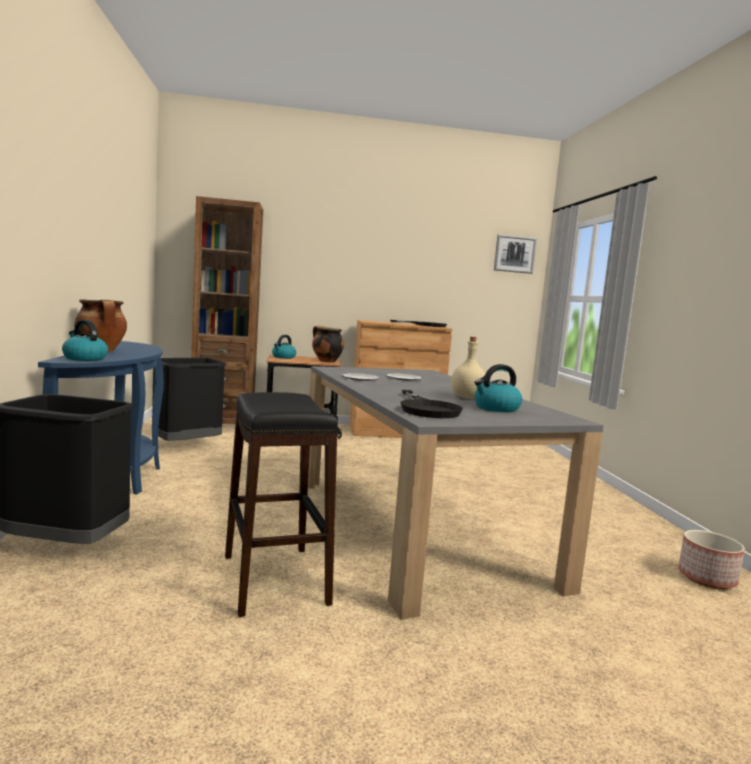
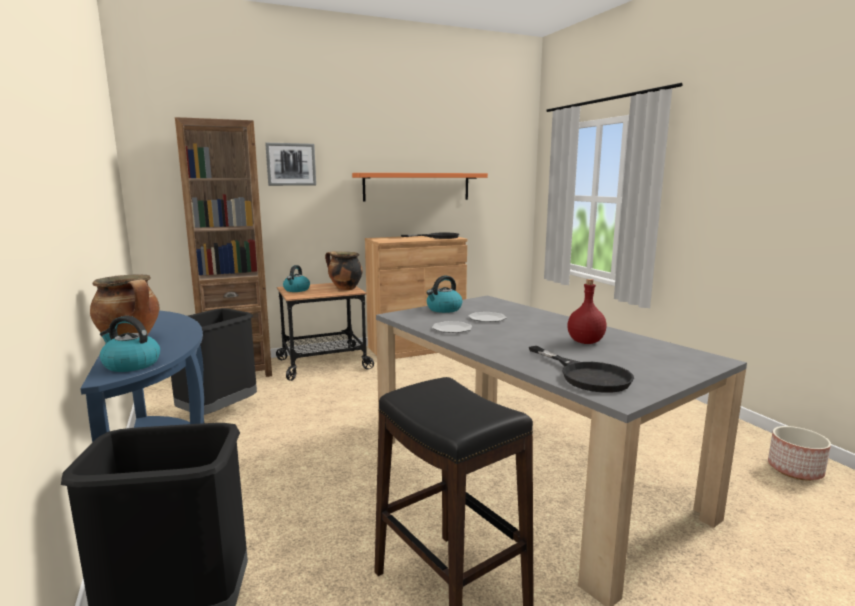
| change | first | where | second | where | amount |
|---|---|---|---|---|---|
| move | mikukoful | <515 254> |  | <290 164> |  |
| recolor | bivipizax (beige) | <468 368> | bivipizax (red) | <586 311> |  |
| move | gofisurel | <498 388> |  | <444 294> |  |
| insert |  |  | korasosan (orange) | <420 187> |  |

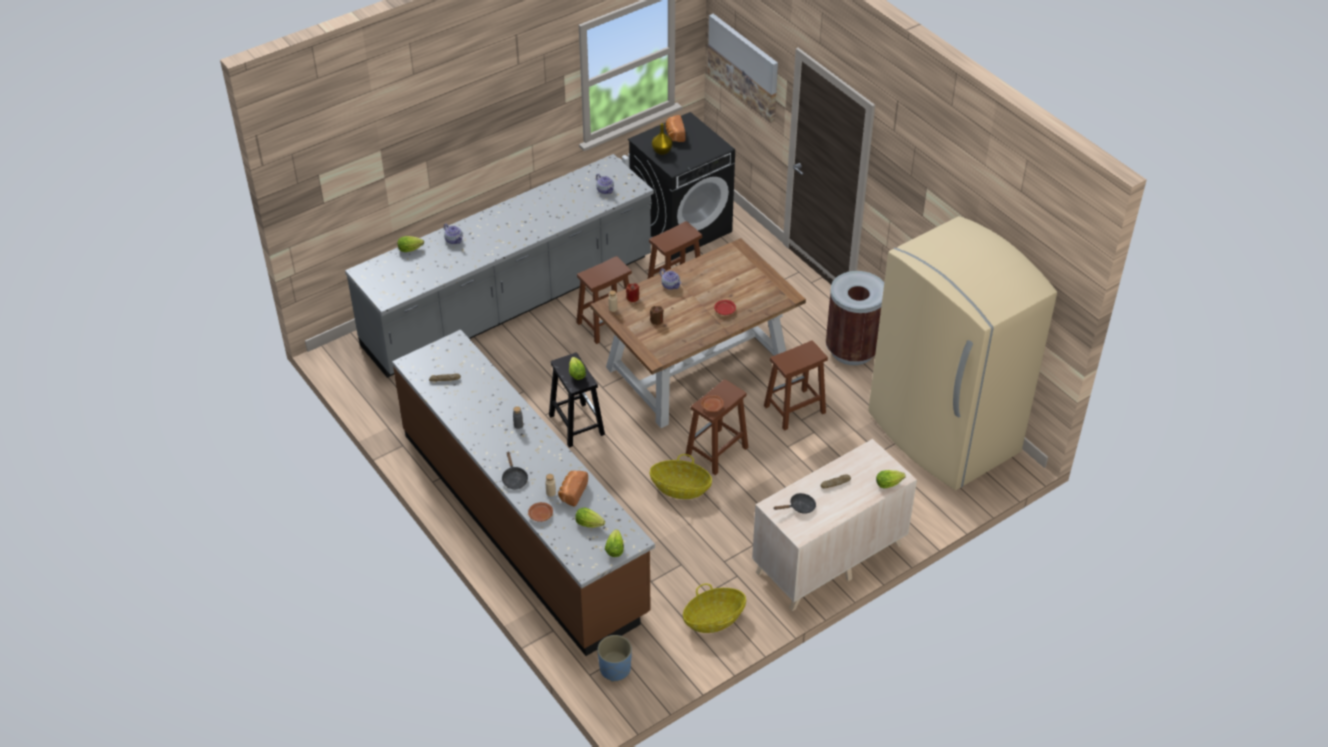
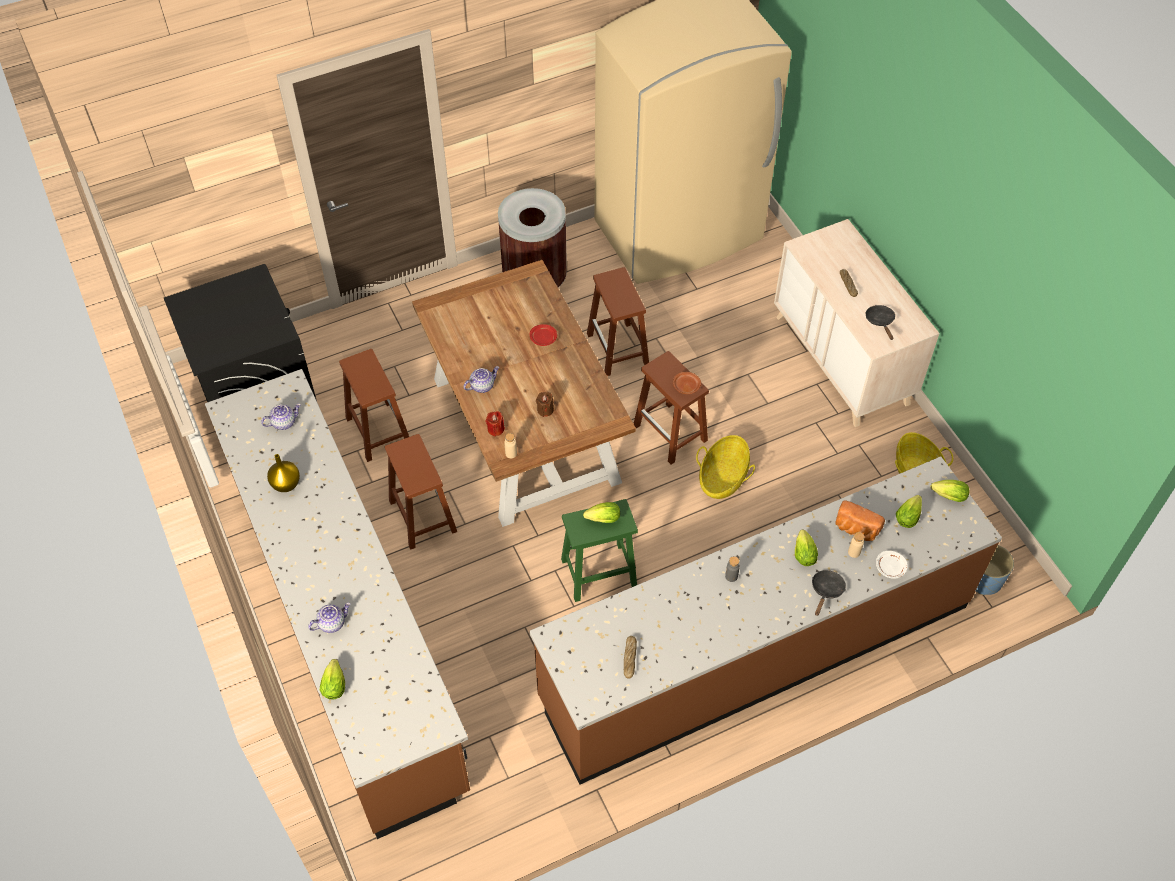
| change | first | where | second | where | amount |
|---|---|---|---|---|---|
| delete | mikukoful | <743 68> |  |  |  |
| delete | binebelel | <675 128> |  |  |  |
| move | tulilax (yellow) | <662 139> |  | <283 473> |  |
| recolor | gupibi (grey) | <499 266> | gupibi (brown) | <337 604> |  |
| recolor | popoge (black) | <577 400> | popoge (green) | <599 550> |  |
| rotate | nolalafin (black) | <515 470> |  | <829 593> | 60 degrees counterclockwise |
| move | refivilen | <891 479> |  | <806 547> |  |
| recolor | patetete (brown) | <540 512> | patetete (white) | <892 565> |  |

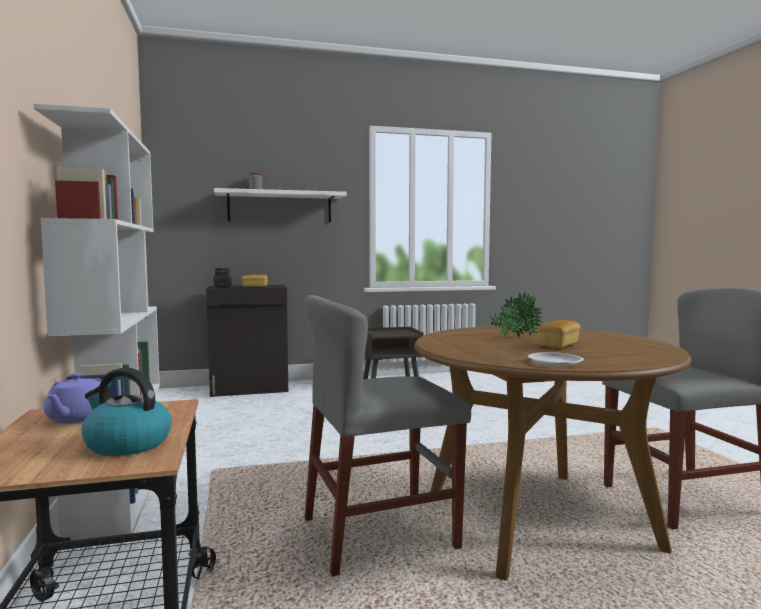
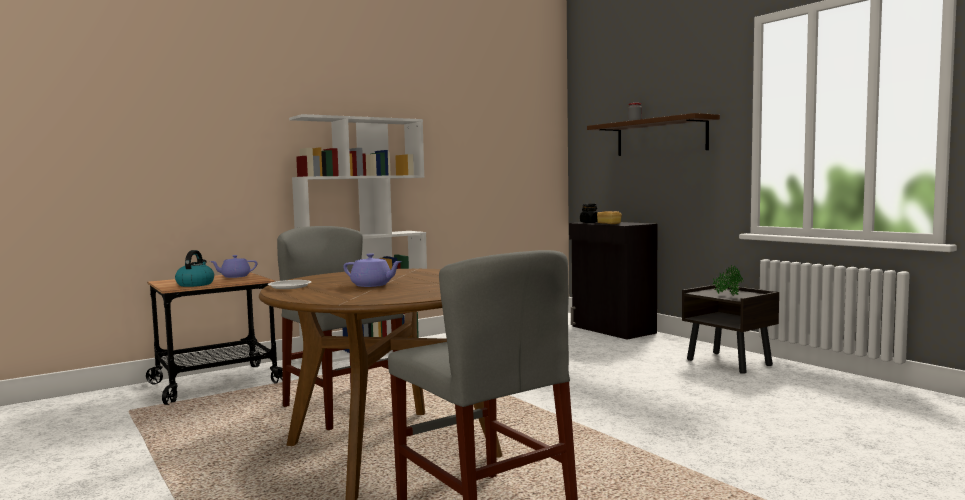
| change | first | where | second | where | amount |
|---|---|---|---|---|---|
| recolor | korasosan (white) | <280 205> | korasosan (brown) | <653 134> |  |
| move | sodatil | <516 314> |  | <727 280> |  |
| replace | binebelel | <559 333> | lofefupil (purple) | <372 270> |  |

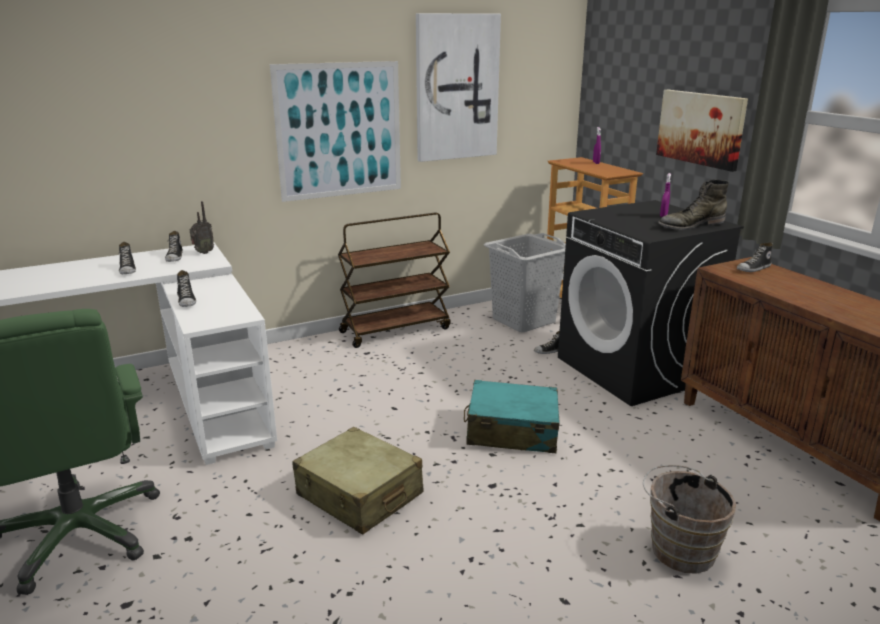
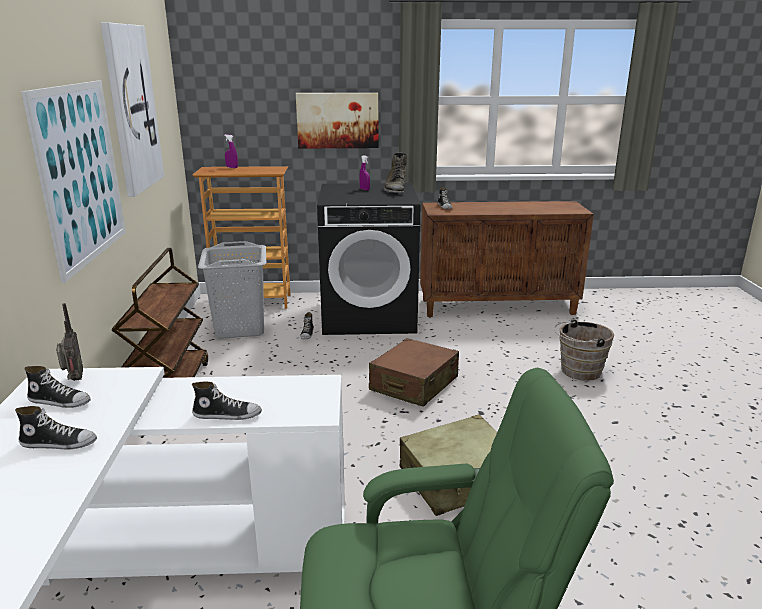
| change | first | where | second | where | amount |
|---|---|---|---|---|---|
| recolor | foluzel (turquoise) | <512 416> | foluzel (brown) | <414 372> |  |

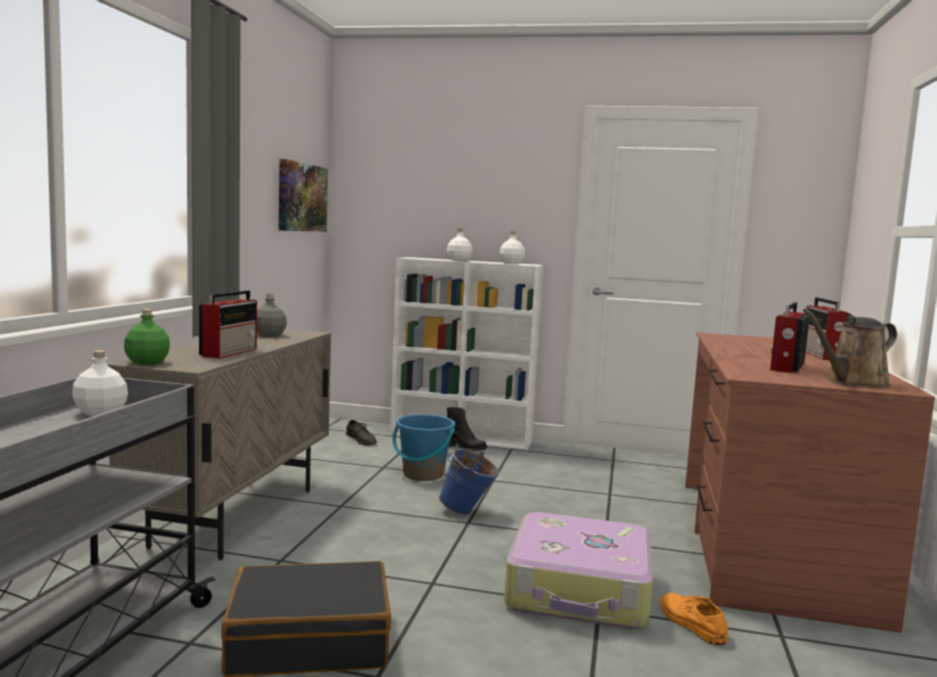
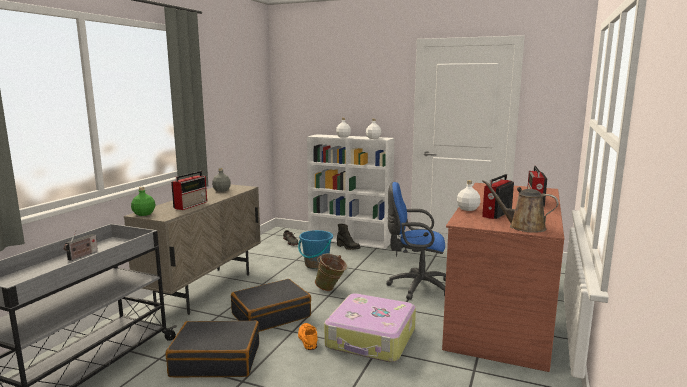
| change | first | where | second | where | amount |
|---|---|---|---|---|---|
| delete | mikukoful | <303 195> |  |  |  |
| rotate | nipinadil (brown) | <850 348> |  | <520 206> | 45 degrees clockwise |
| move | bivipizax (white) | <100 383> |  | <468 196> |  |
| recolor | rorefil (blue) | <469 481> | rorefil (green) | <331 272> |  |
| move | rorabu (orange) | <694 619> |  | <308 336> |  |
| insert |  |  | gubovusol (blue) | <416 241> |  |
| insert |  |  | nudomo | <81 246> |  |
| insert |  |  | foluzel (black) | <271 305> |  |

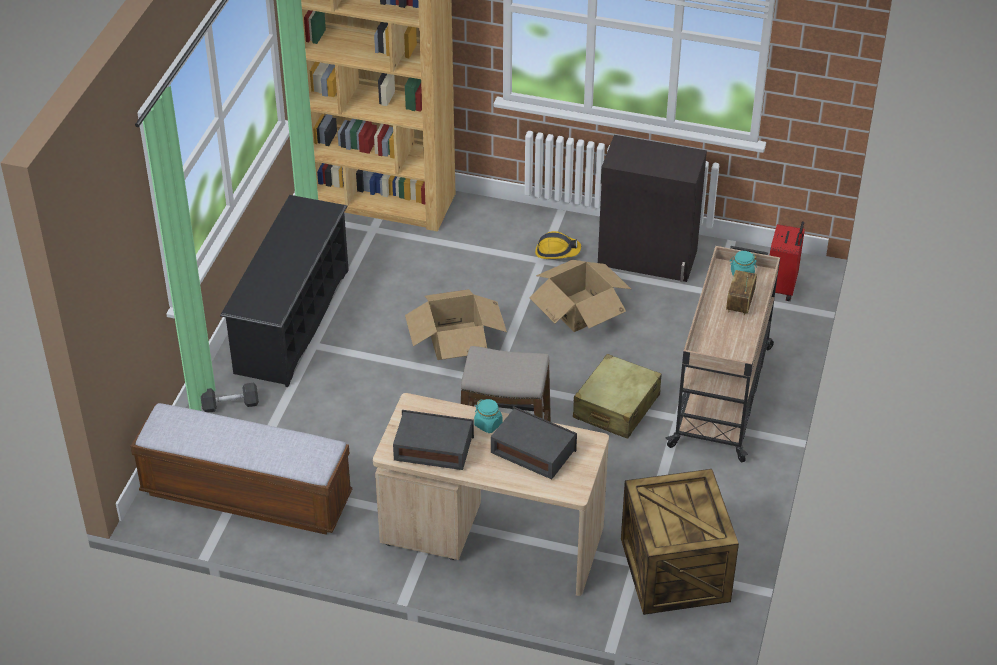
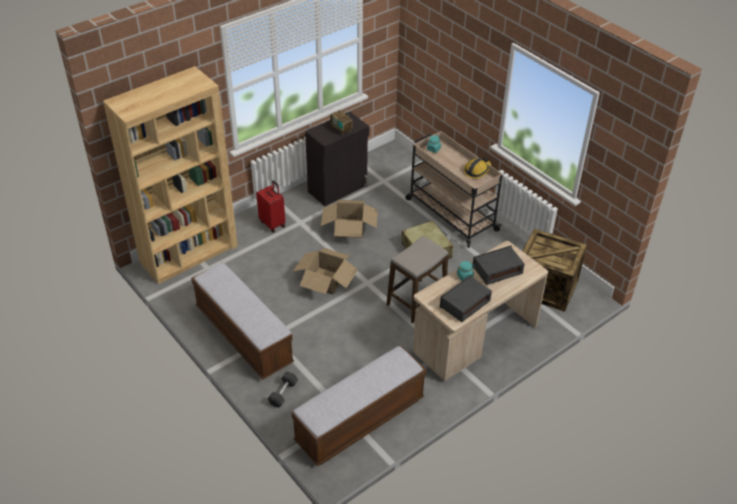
| change | first | where | second | where | amount |
|---|---|---|---|---|---|
| replace | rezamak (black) | <284 291> | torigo | <242 321> |  |
| move | foluzel (red) | <787 261> |  | <270 207> |  |
| move | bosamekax | <558 245> |  | <477 168> |  |
| move | nudomo | <741 293> |  | <341 121> |  |

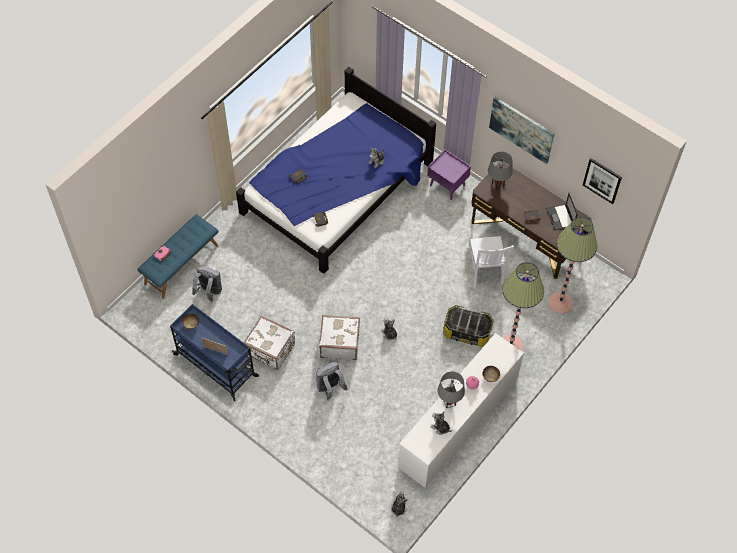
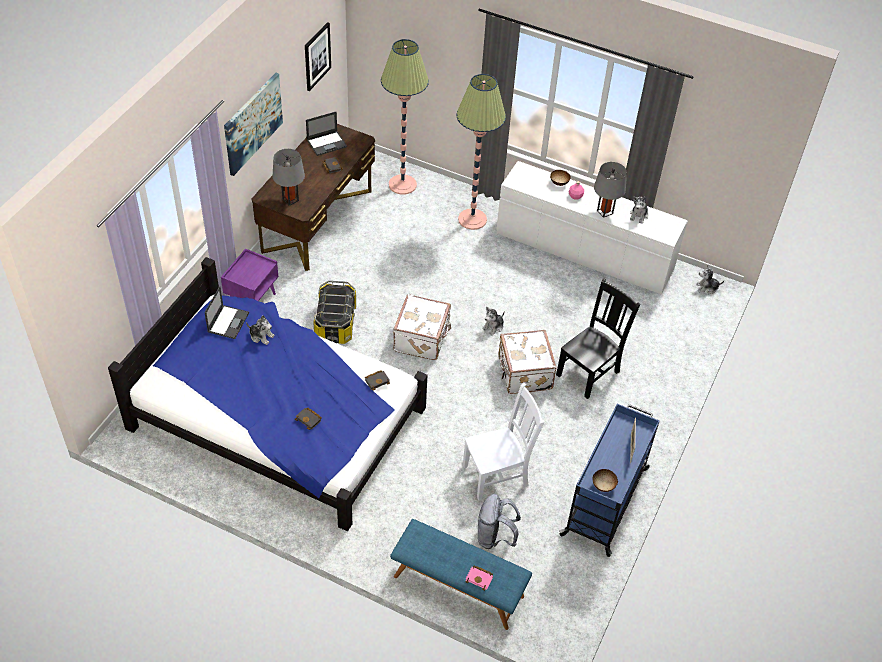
| change | first | where | second | where | amount |
|---|---|---|---|---|---|
| move | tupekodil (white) | <491 262> |  | <504 442> |  |
| move | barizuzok | <468 326> |  | <334 312> |  |
| move | foluzel (white) | <269 343> |  | <422 327> |  |
| replace | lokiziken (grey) | <332 381> | tupekodil (black) | <598 338> |  |
| insert |  |  | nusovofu | <226 312> |  |

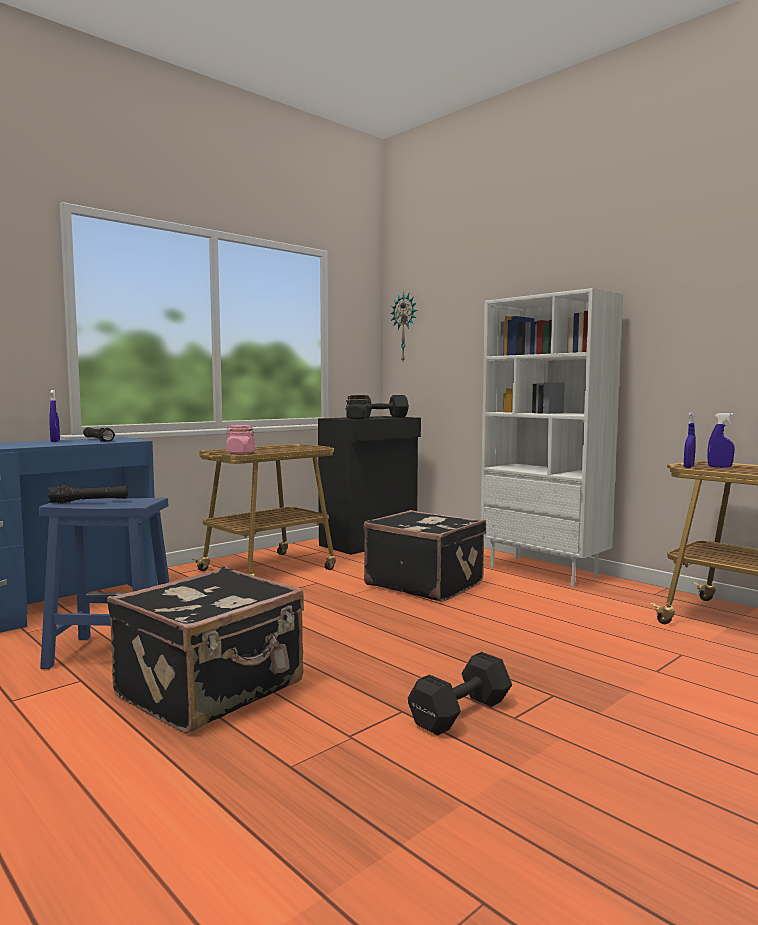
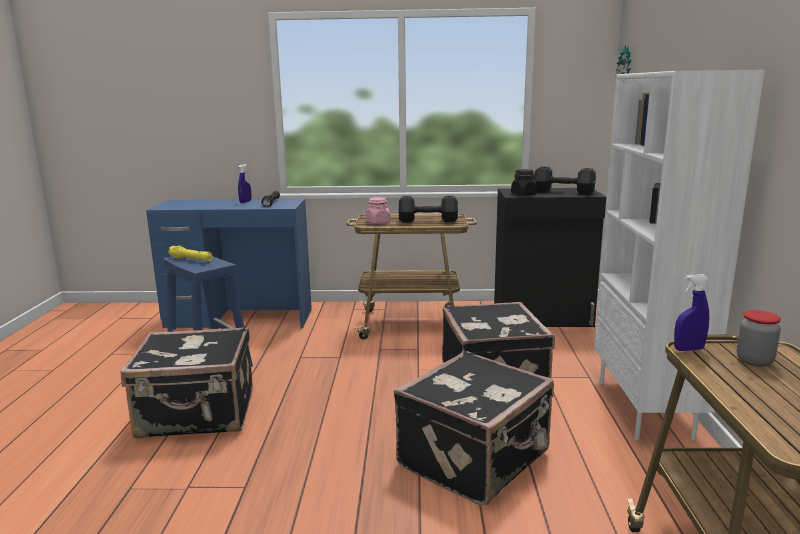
| change | first | where | second | where | amount |
|---|---|---|---|---|---|
| replace | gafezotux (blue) | <721 440> | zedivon | <759 338> |  |
| recolor | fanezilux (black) | <88 494> | fanezilux (yellow) | <190 253> |  |
| move | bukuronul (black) | <460 693> |  | <428 209> |  |
| insert |  |  | foluzel (black) | <474 428> |  |

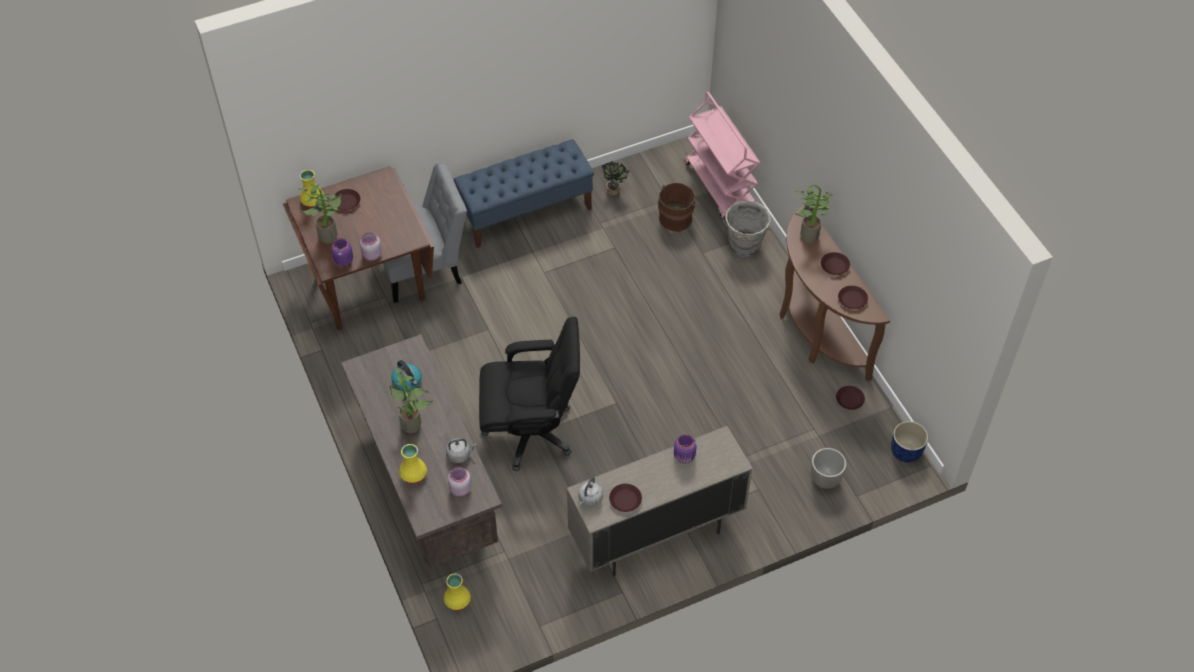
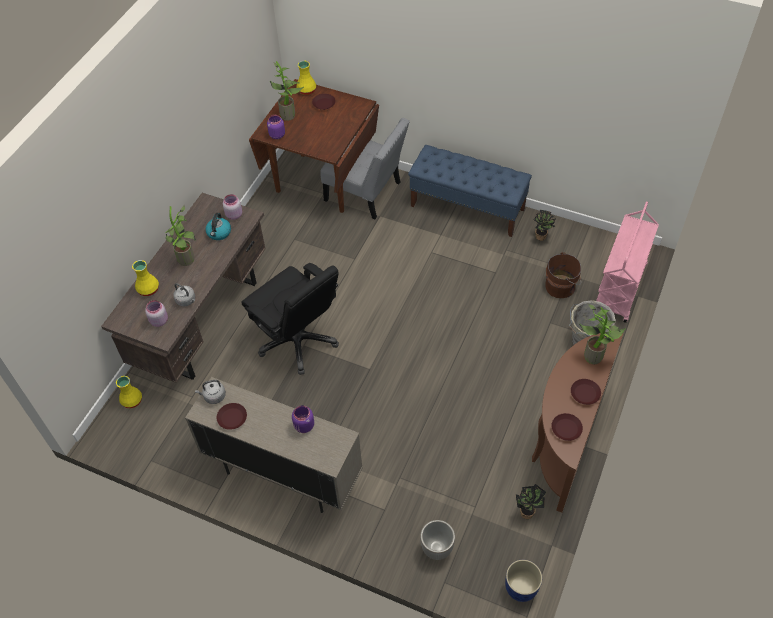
| change | first | where | second | where | amount |
|---|---|---|---|---|---|
| move | zedivon (pink) | <371 246> |  | <232 207> |  |
| replace | patetete (brown) | <850 398> | sodatil | <531 501> |  |

